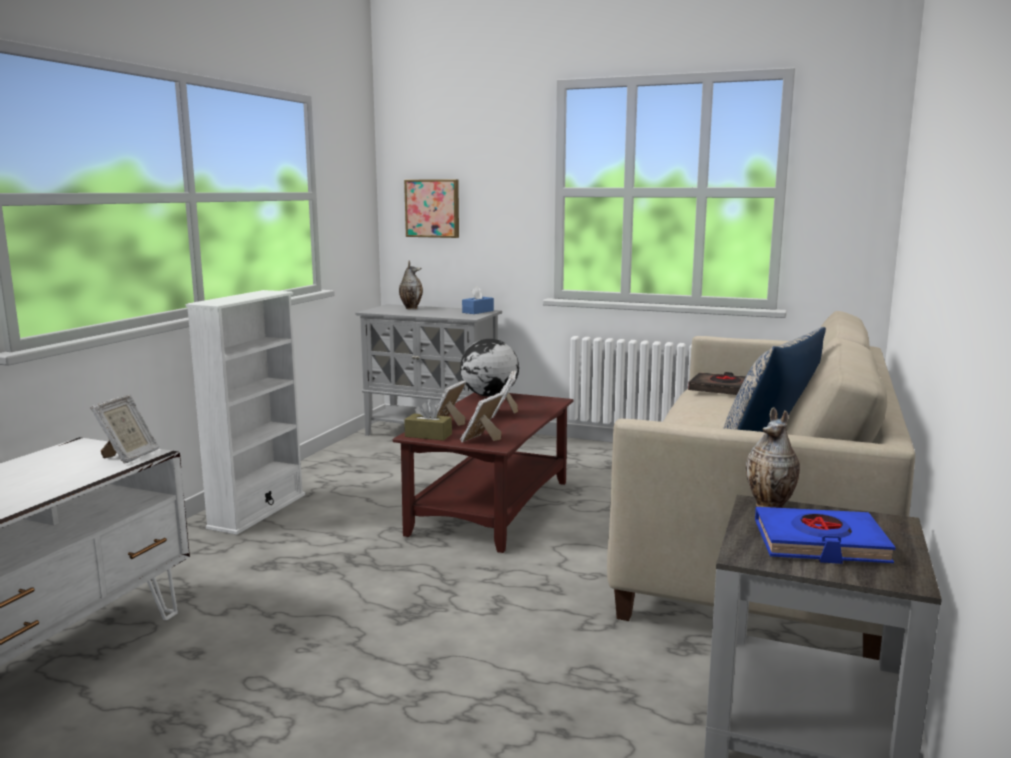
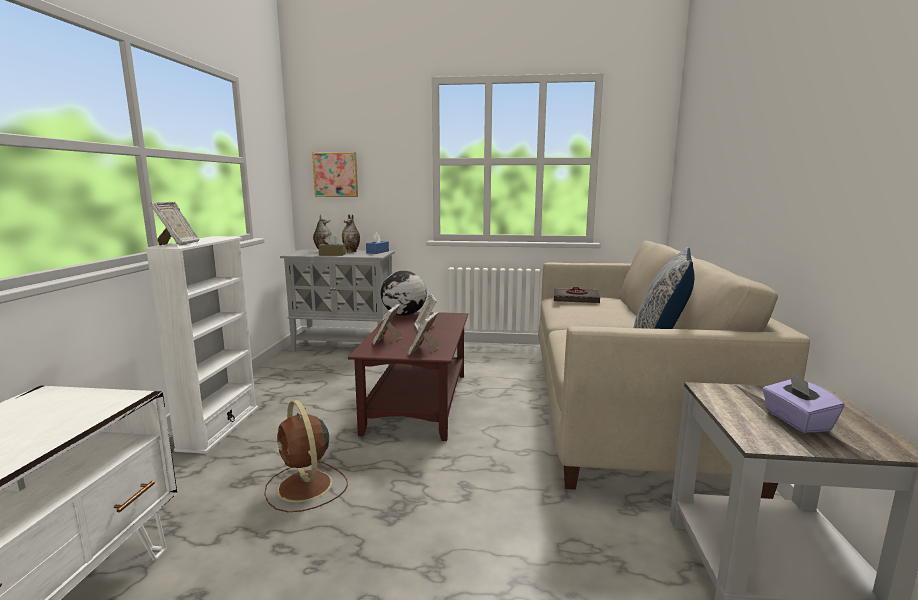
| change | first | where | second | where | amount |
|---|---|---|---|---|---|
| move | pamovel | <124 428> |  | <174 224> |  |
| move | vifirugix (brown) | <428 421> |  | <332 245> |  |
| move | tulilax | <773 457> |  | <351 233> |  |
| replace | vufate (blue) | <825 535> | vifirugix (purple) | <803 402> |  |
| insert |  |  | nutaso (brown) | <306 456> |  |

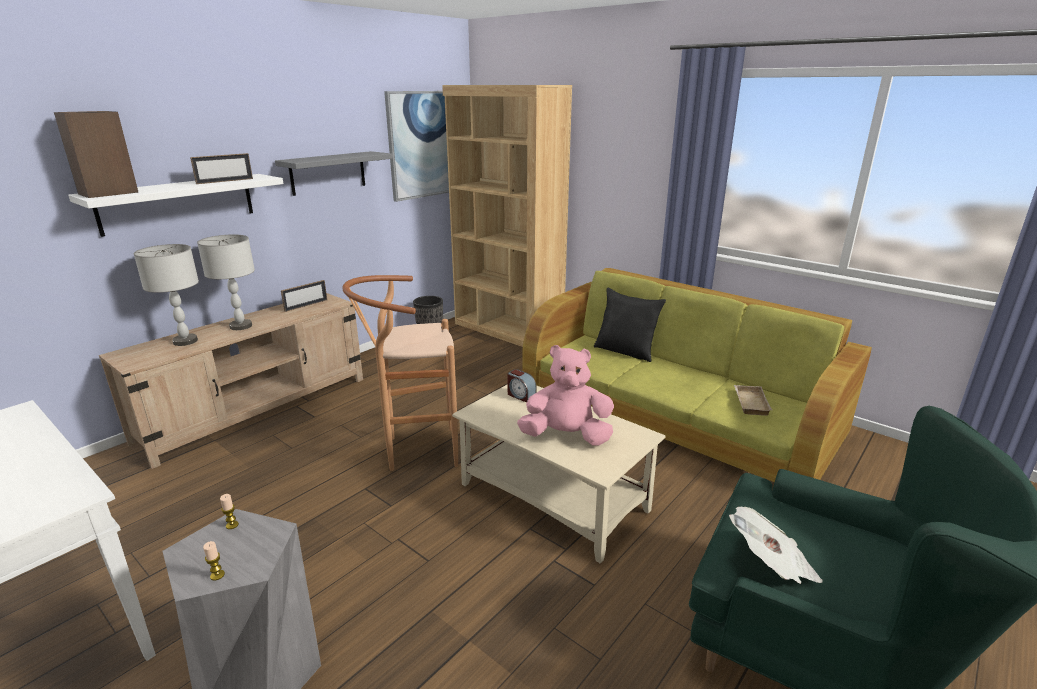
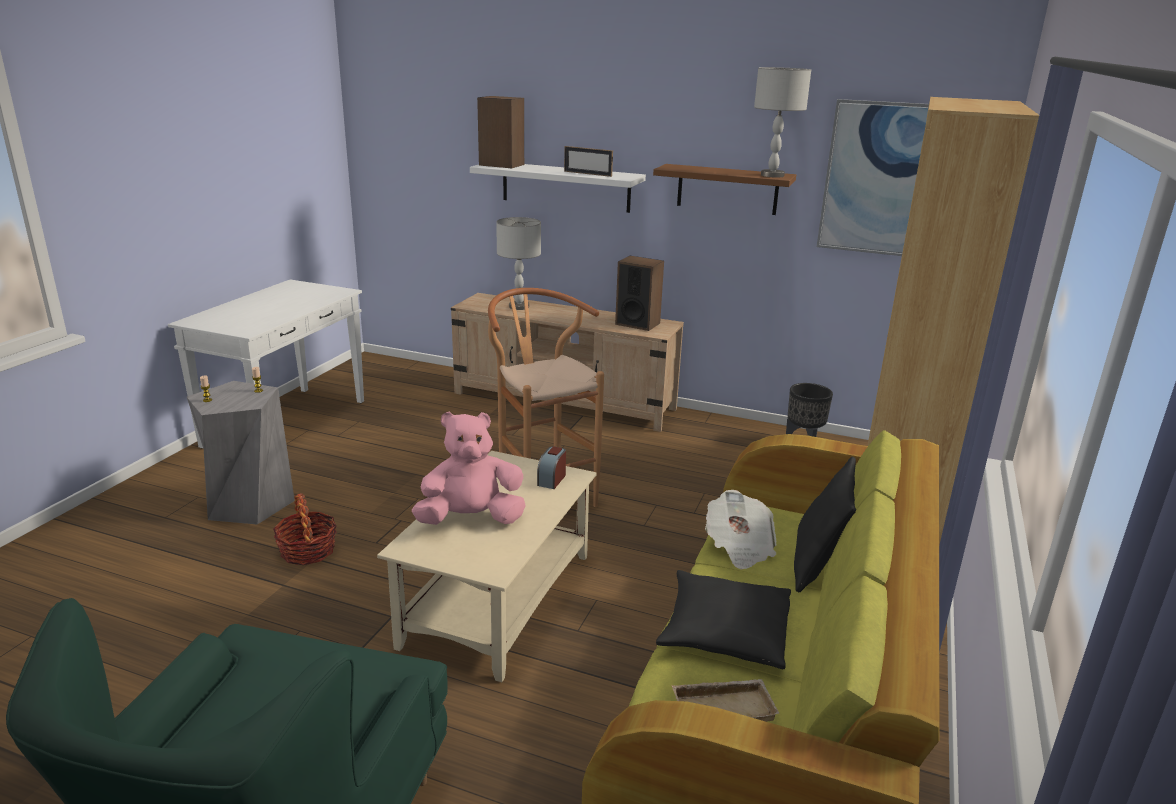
| change | first | where | second | where | amount |
|---|---|---|---|---|---|
| recolor | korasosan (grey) | <334 173> | korasosan (brown) | <724 189> |  |
| move | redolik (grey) | <226 282> |  | <782 122> |  |
| replace | pamovel | <304 296> | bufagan | <639 293> |  |
| rotate | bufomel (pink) | <565 395> |  | <469 468> | 90 degrees counterclockwise |
| move | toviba | <775 545> |  | <741 530> |  |
| insert |  |  | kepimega | <305 529> |  |
| insert |  |  | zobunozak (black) | <723 619> |  |

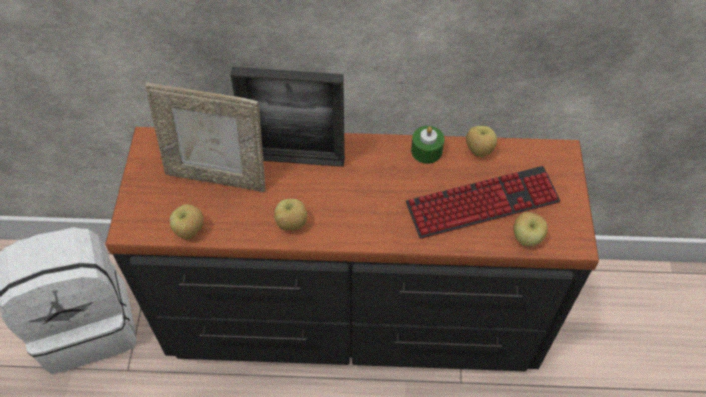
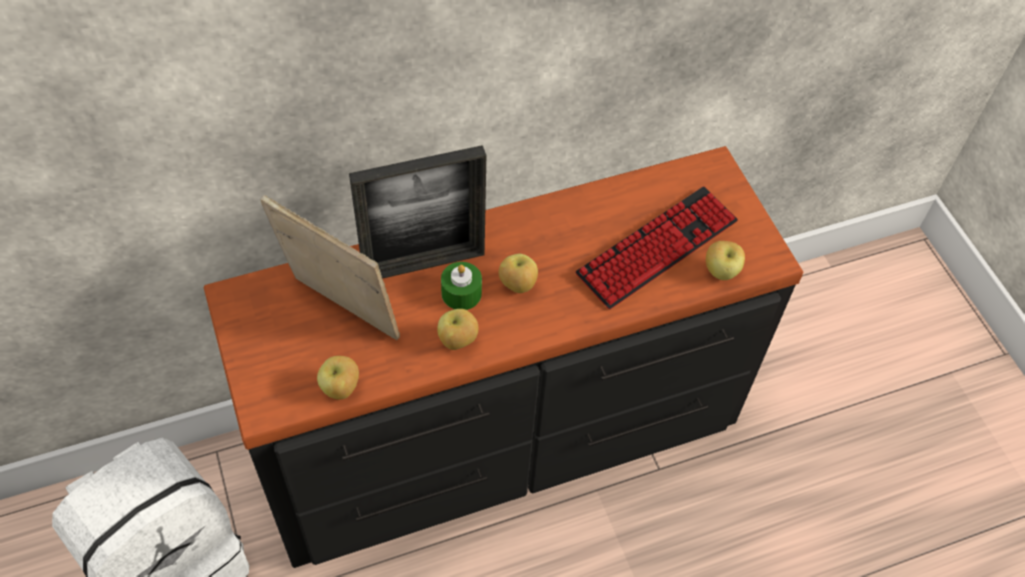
| change | first | where | second | where | amount |
|---|---|---|---|---|---|
| rotate | pamovel | <205 137> |  | <330 267> | 135 degrees counterclockwise |
| move | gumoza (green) | <427 145> |  | <461 286> |  |
| move | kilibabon | <481 141> |  | <518 273> |  |

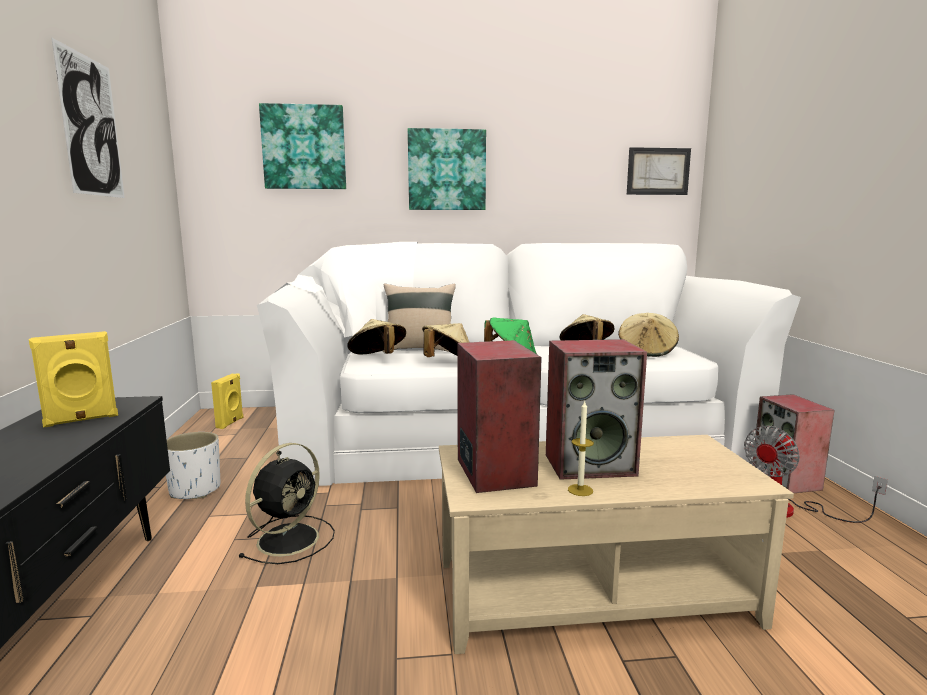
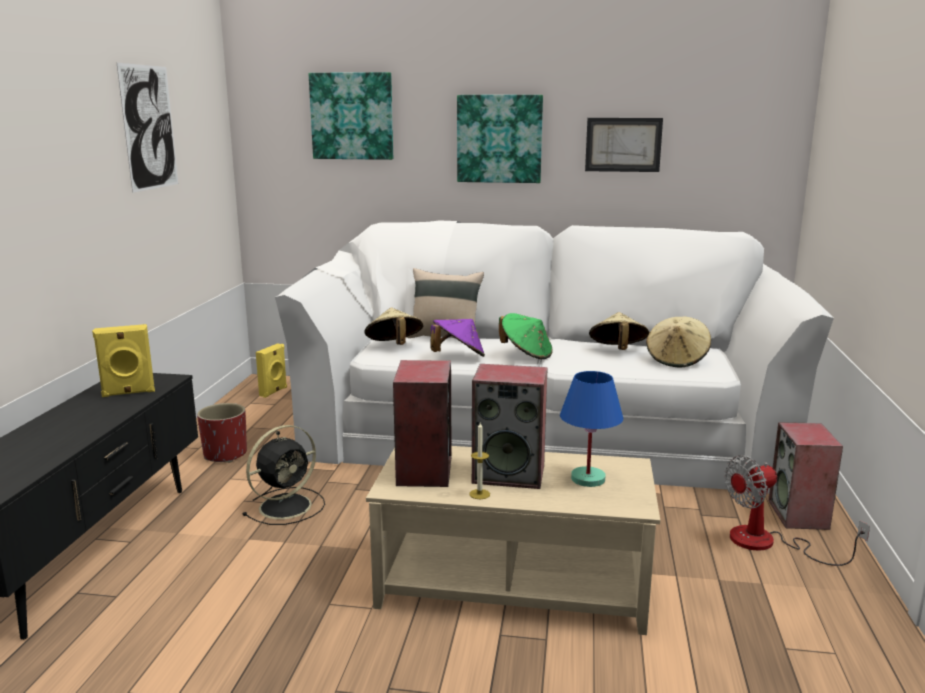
| change | first | where | second | where | amount |
|---|---|---|---|---|---|
| move | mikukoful | <659 171> |  | <624 145> |  |
| recolor | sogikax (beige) | <445 340> | sogikax (purple) | <458 338> |  |
| recolor | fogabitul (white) | <193 465> | fogabitul (red) | <222 433> |  |
| insert |  |  | redolik (blue) | <591 429> |  |

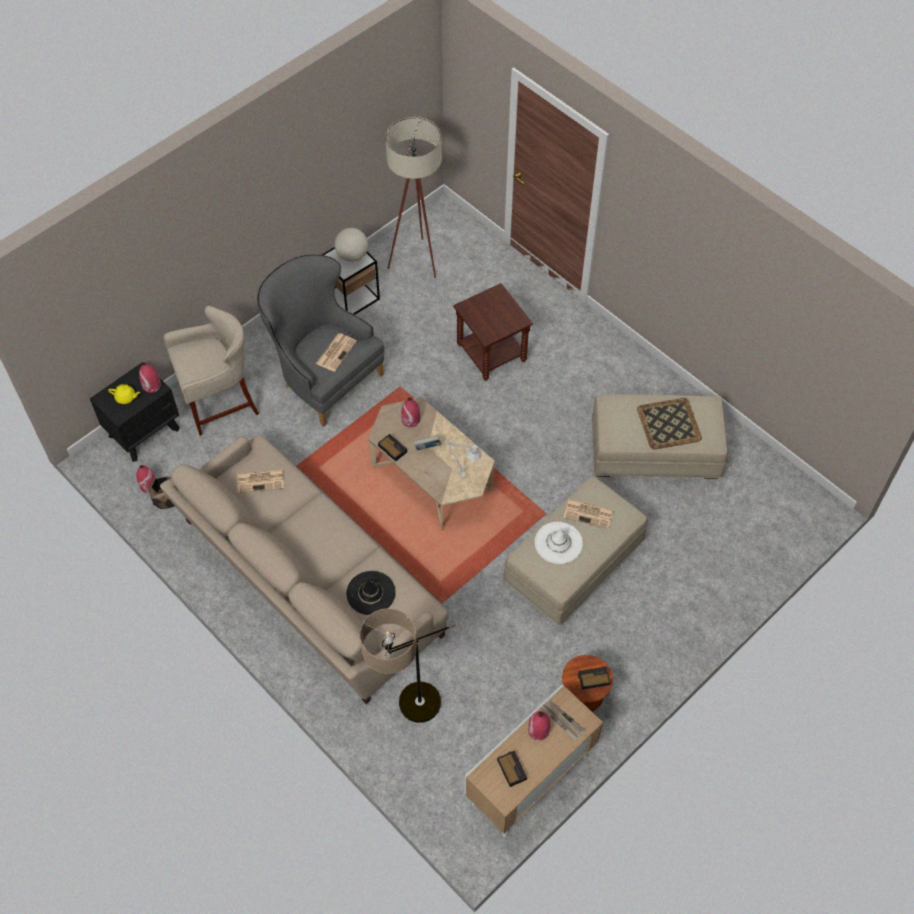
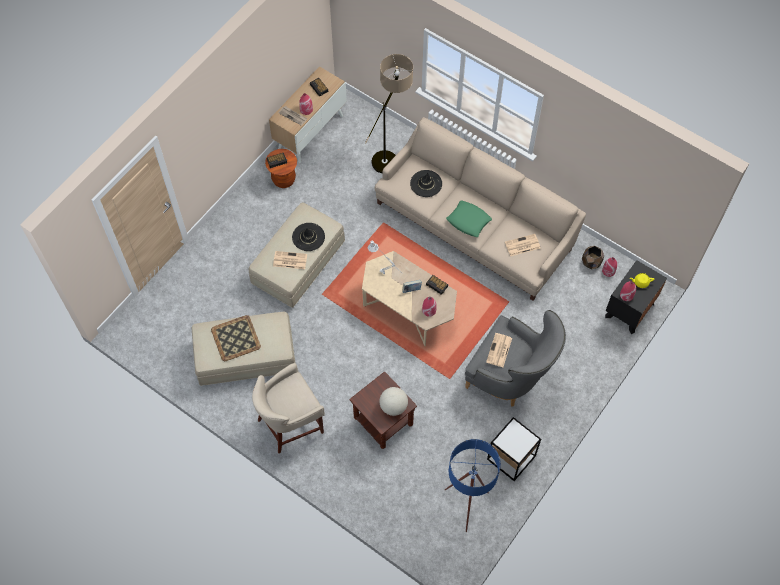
| change | first | where | second | where | amount |
|---|---|---|---|---|---|
| recolor | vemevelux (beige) | <413 197> | vemevelux (blue) | <473 485> |  |
| move | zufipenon | <351 245> |  | <393 401> |  |
| move | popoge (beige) | <211 371> |  | <288 408> |  |
| recolor | sogikax (white) | <559 543> | sogikax (black) | <308 237> |  |
| insert |  |  | zobunozak (green) | <469 219> |  |

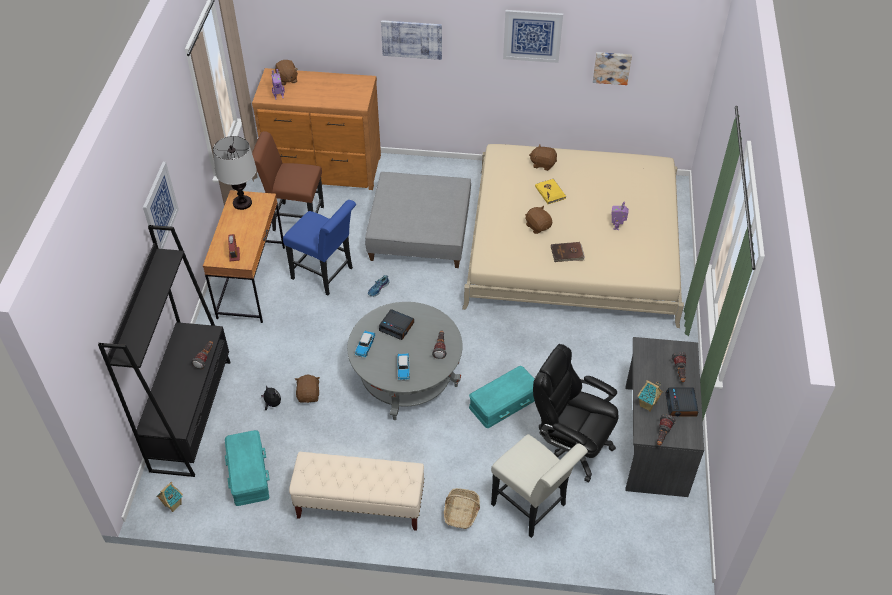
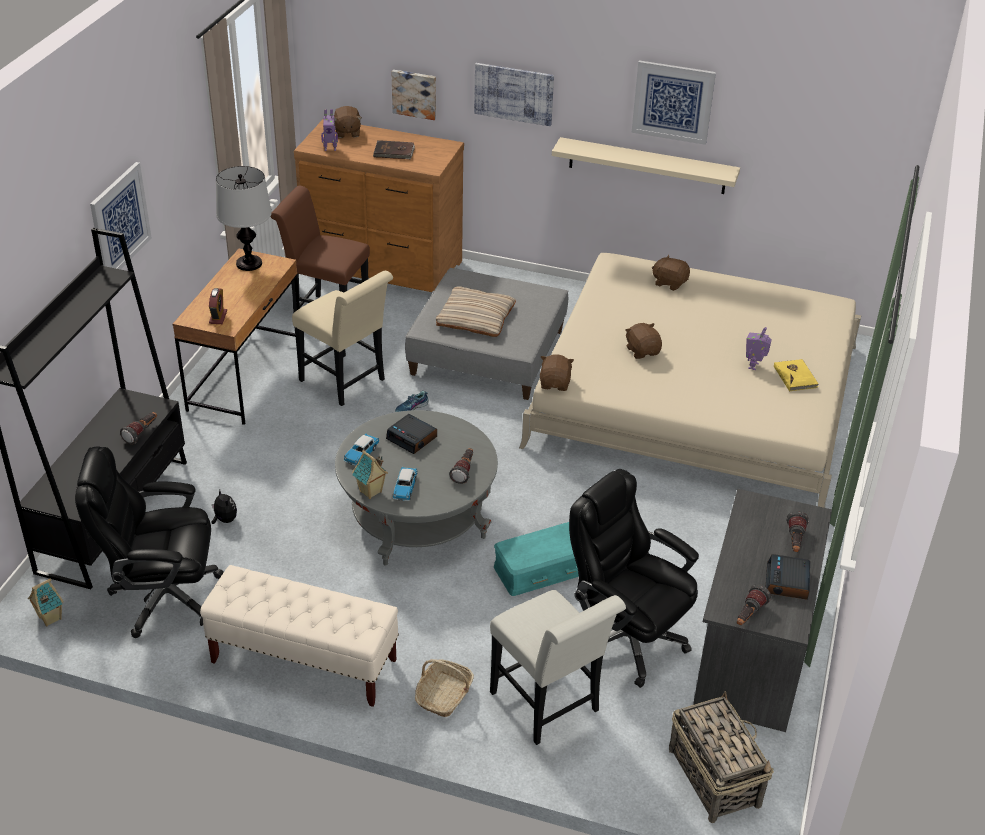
| change | first | where | second | where | amount |
|---|---|---|---|---|---|
| move | mikukoful | <612 68> |  | <413 95> |  |
| move | vufate (yellow) | <551 191> |  | <796 375> |  |
| recolor | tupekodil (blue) | <319 247> | tupekodil (beige) | <342 338> |  |
| move | vufate (brown) | <568 252> |  | <394 149> |  |
| move | bufomel (brown) | <307 389> |  | <557 372> |  |
| move | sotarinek | <650 396> |  | <370 474> |  |
| replace | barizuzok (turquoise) | <247 468> | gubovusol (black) | <149 542> |  |
| insert |  |  | korasosan (beige) | <646 165> |  |
| insert |  |  | zobunozak (beige) | <476 311> |  |
| insert |  |  | kepimega | <721 757> |  |

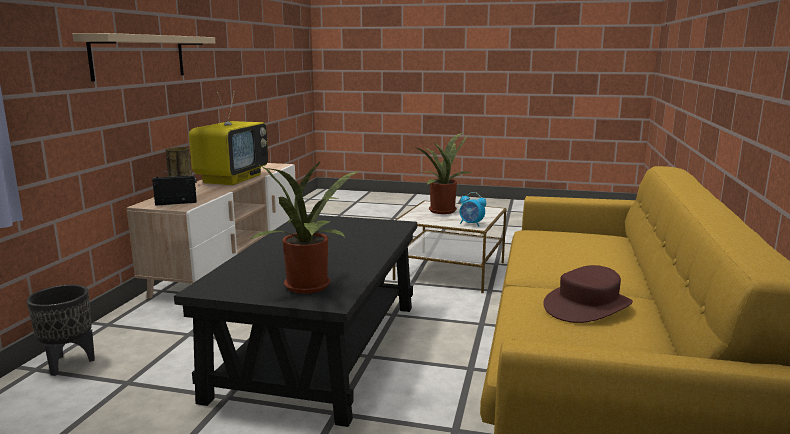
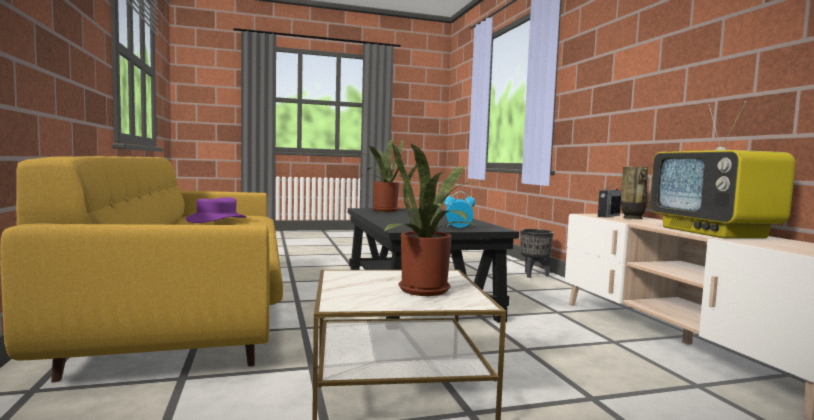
| change | first | where | second | where | amount |
|---|---|---|---|---|---|
| delete | korasosan (beige) | <144 57> |  |  |  |
| move | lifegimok | <473 209> |  | <459 209> |  |
| recolor | sogikax (brown) | <588 294> | sogikax (purple) | <216 210> |  |

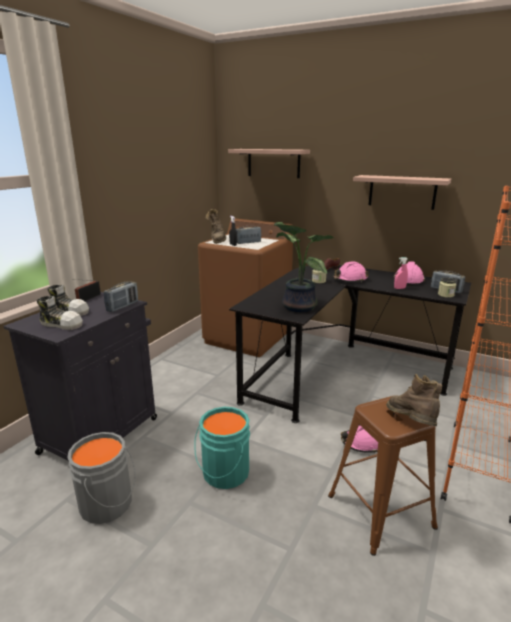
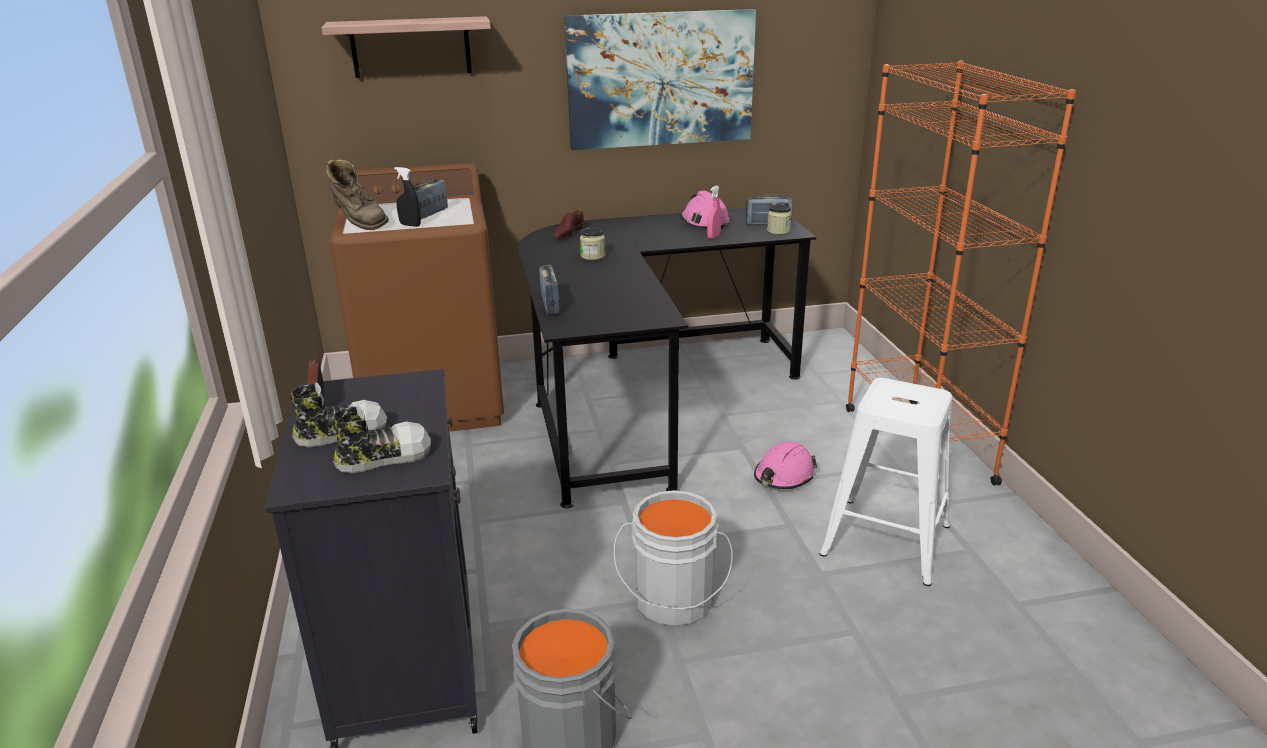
| change | first | where | second | where | amount |
|---|---|---|---|---|---|
| replace | korasosan | <402 192> | mikukoful | <660 79> |  |
| delete | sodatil | <304 267> |  |  |  |
| delete | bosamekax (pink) | <351 271> |  |  |  |
| move | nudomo | <121 297> |  | <549 290> |  |
| delete | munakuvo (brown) | <414 400> |  |  |  |
| recolor | popoge (brown) | <383 475> | popoge (white) | <886 482> |  |
| recolor | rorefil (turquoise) | <222 448> | rorefil (grey) | <673 558> |  |

